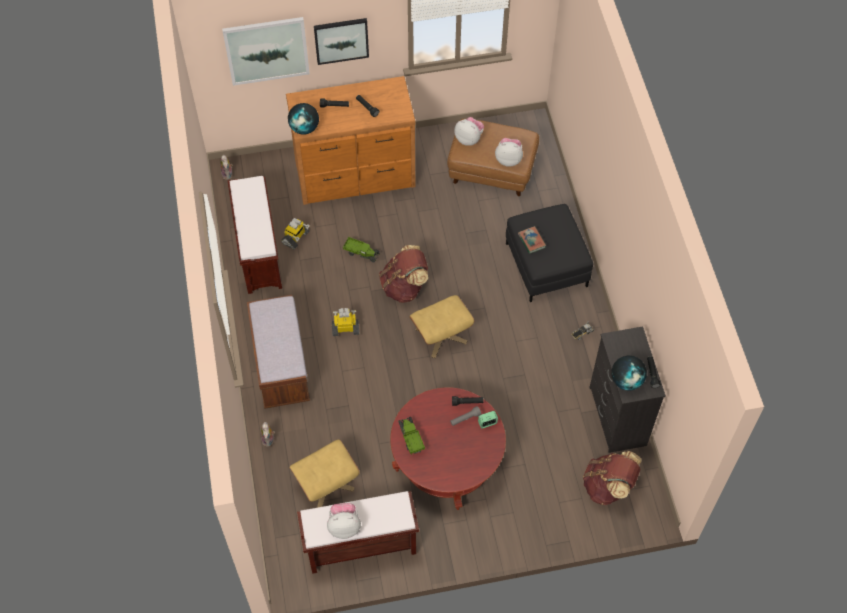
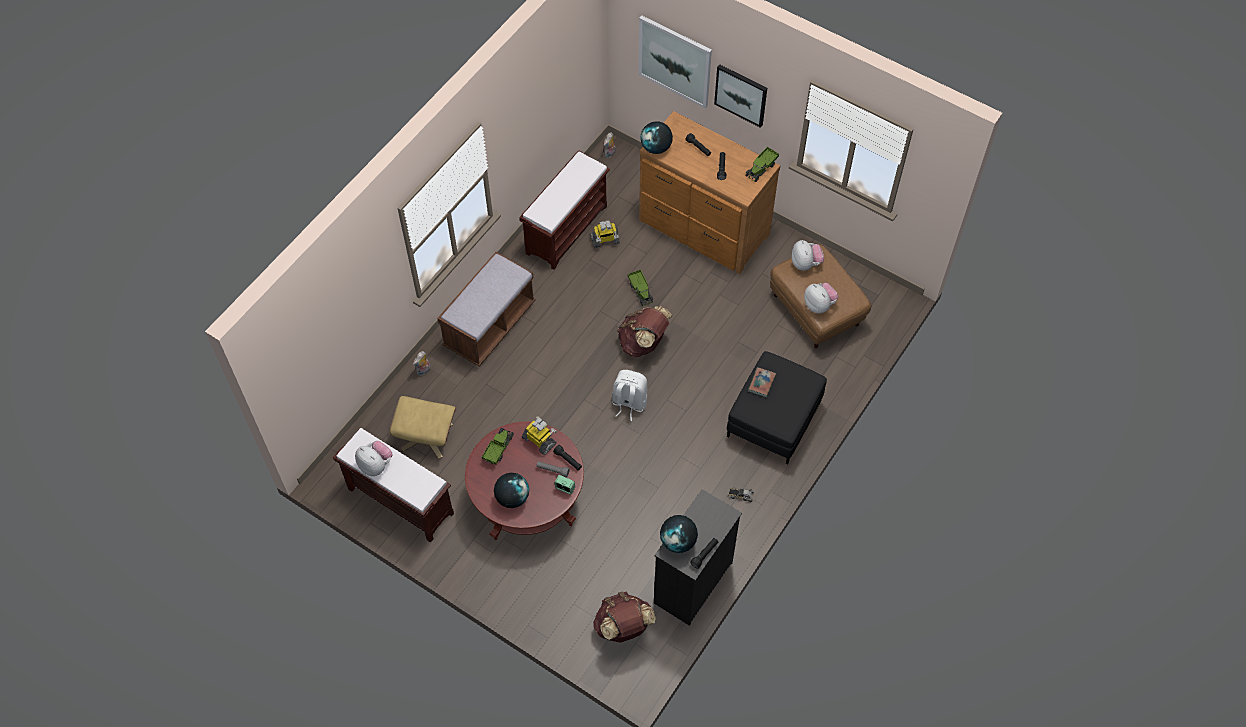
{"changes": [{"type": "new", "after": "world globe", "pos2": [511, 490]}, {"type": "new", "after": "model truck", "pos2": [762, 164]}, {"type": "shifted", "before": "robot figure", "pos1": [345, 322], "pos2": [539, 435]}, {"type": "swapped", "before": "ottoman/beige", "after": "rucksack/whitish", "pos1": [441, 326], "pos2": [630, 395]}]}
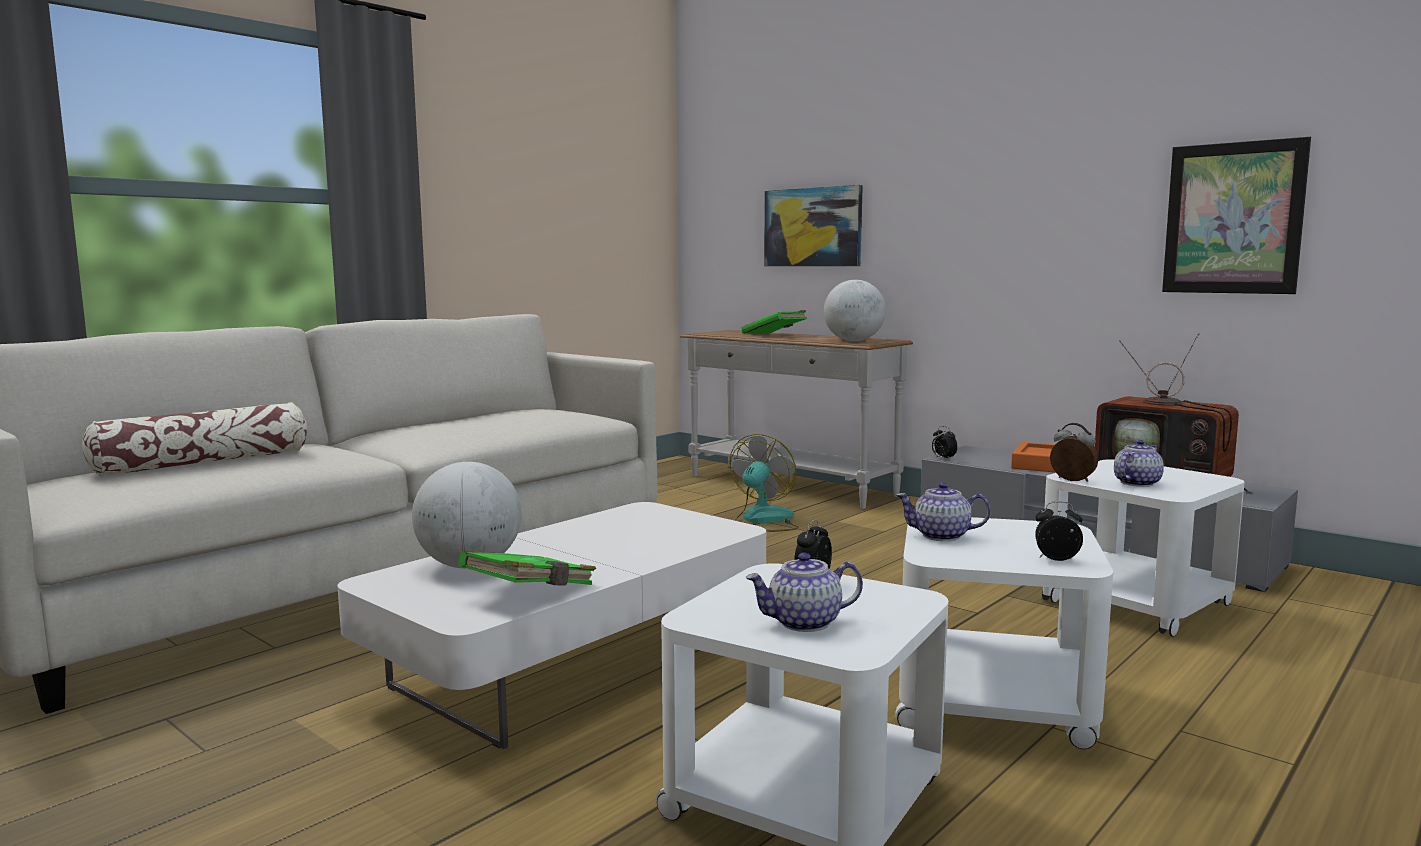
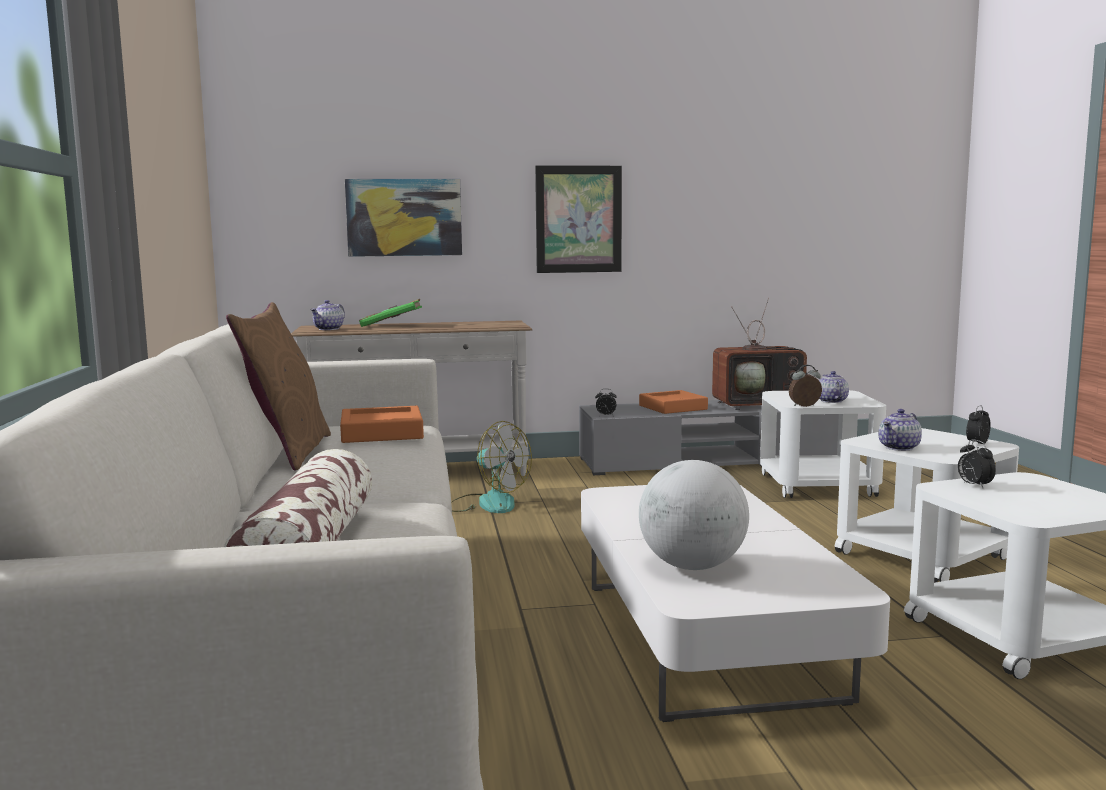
{"changes": [{"type": "gone", "before": "volume/greenish", "pos1": [527, 568]}, {"type": "gone", "before": "world globe", "pos1": [855, 310]}, {"type": "new", "after": "throw pillow/brown-coloured", "pos2": [278, 386]}, {"type": "new", "after": "tray/orange", "pos2": [382, 424]}, {"type": "shifted", "before": "teapot", "pos1": [804, 592], "pos2": [327, 315]}, {"type": "shifted", "before": "wall picture", "pos1": [1236, 215], "pos2": [578, 219]}, {"type": "rotated", "before": "cooling fan", "pos1": [764, 483], "pos2": [491, 467], "turn": 150}]}
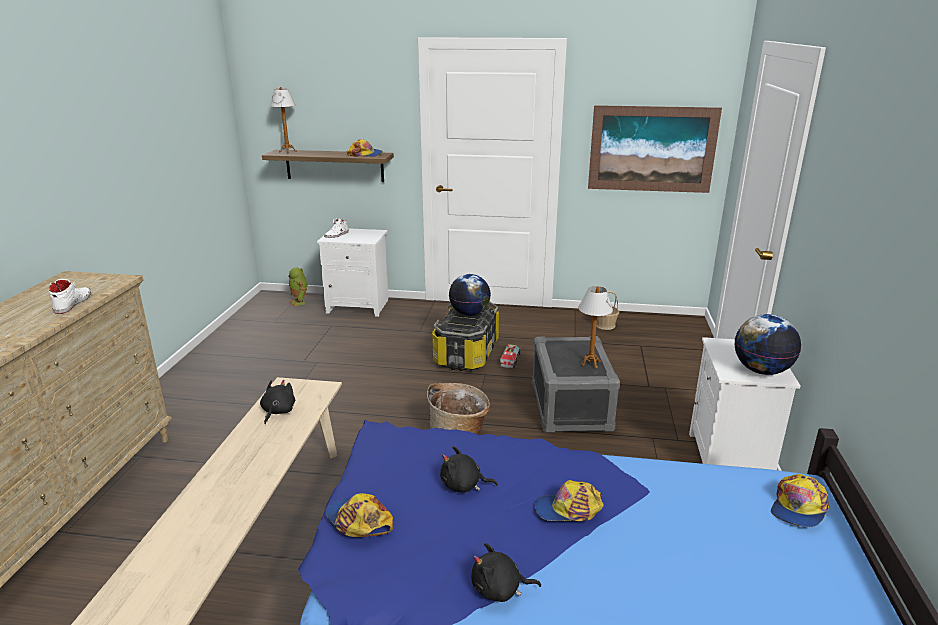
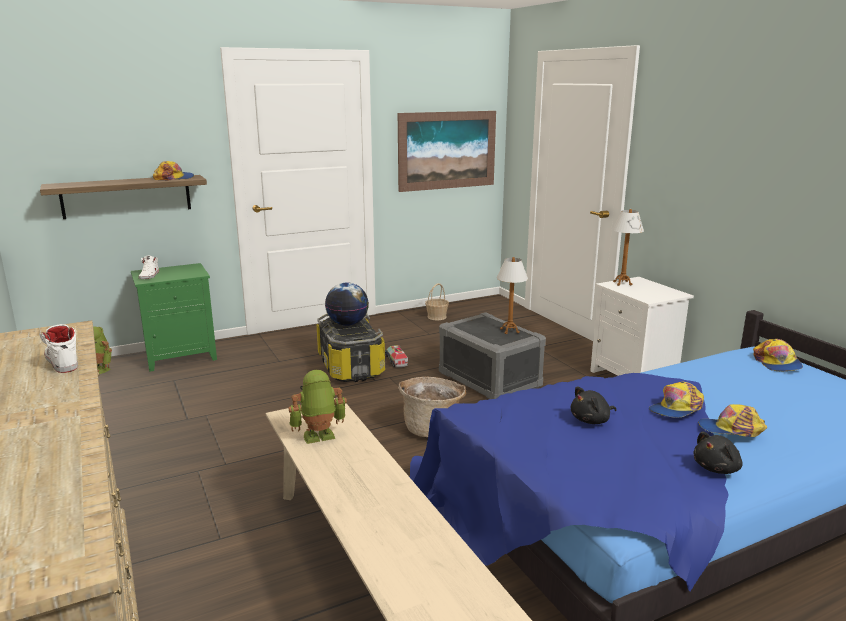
{"changes": [{"type": "gone", "before": "world globe", "pos1": [768, 344]}, {"type": "shifted", "before": "lamp for a table", "pos1": [283, 120], "pos2": [628, 247]}, {"type": "shifted", "before": "baseball cap", "pos1": [359, 515], "pos2": [732, 420]}, {"type": "swapped", "before": "plush toy/black-coloured", "after": "robot figure", "pos1": [277, 402], "pos2": [317, 407]}, {"type": "repainted", "before": "nightstand/whitish", "after": "nightstand/greenish", "pos1": [352, 272], "pos2": [174, 317]}]}
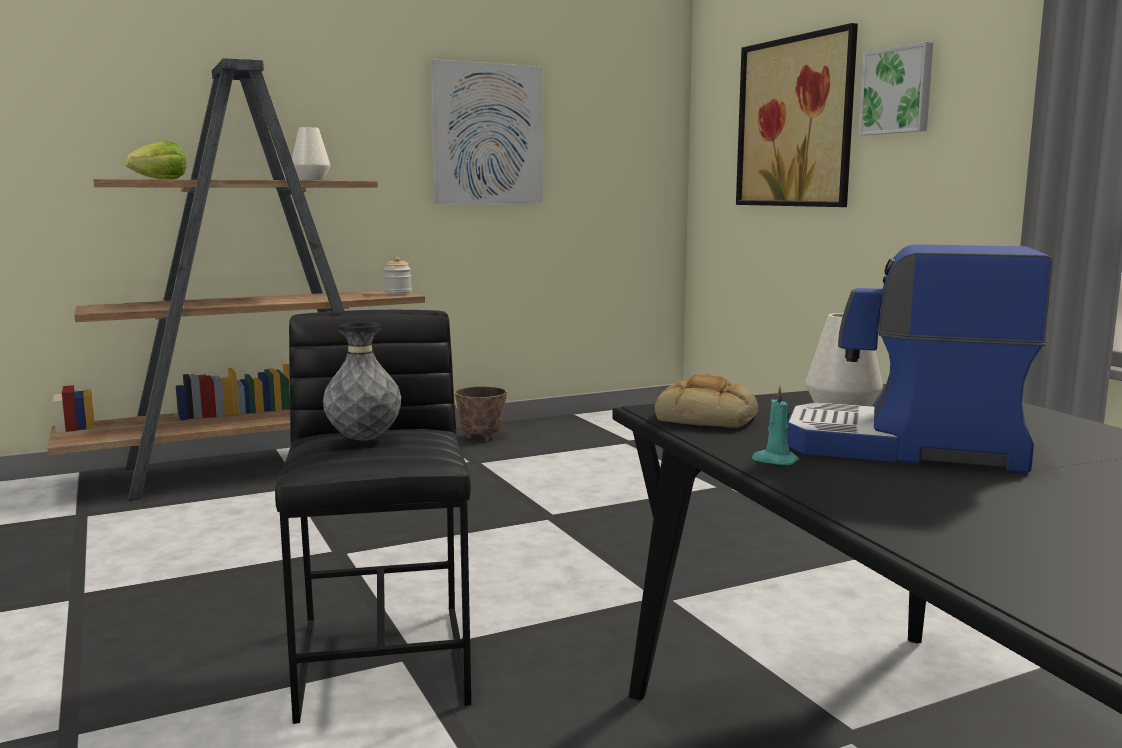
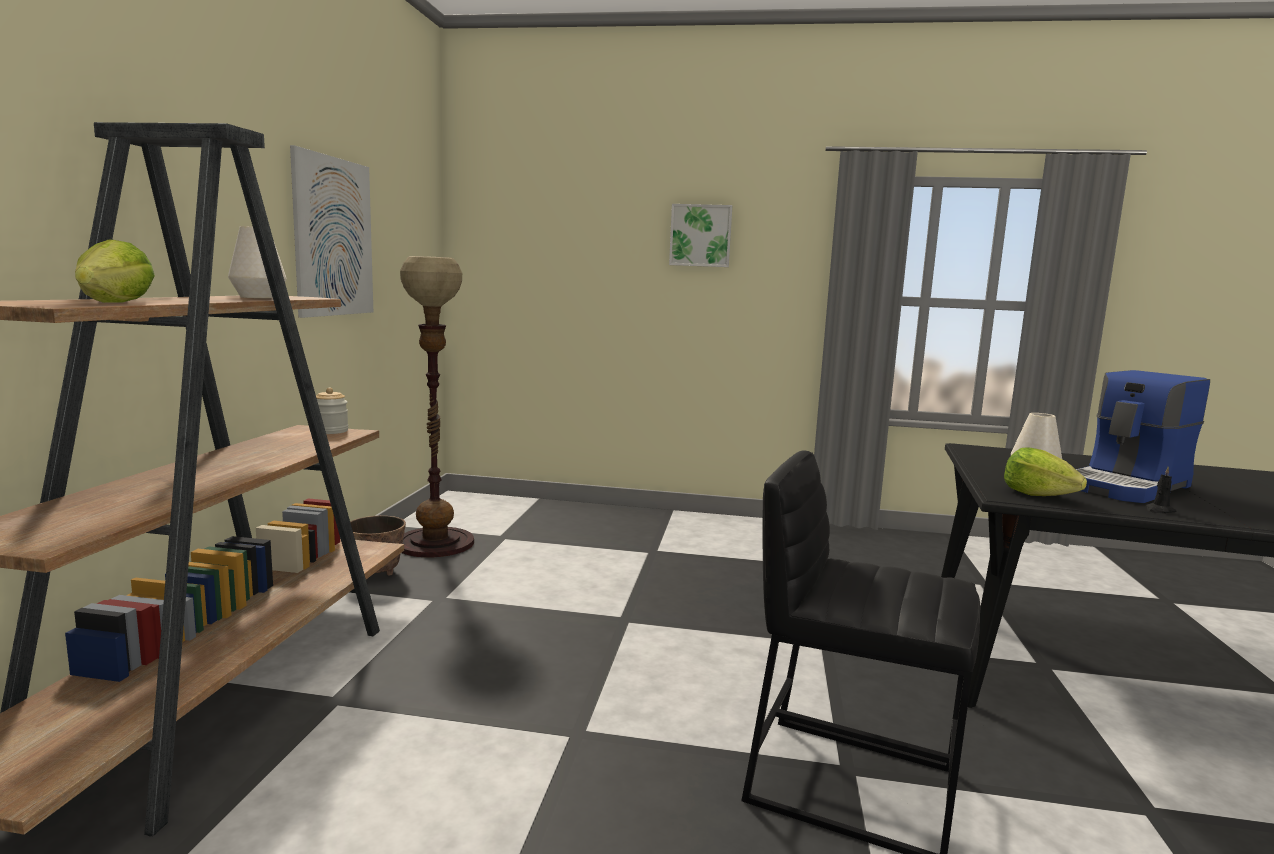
{"changes": [{"type": "gone", "before": "flower vase/gray", "pos1": [362, 381]}, {"type": "gone", "before": "wall picture", "pos1": [797, 115]}, {"type": "new", "after": "standard lamp", "pos2": [437, 406]}, {"type": "swapped", "before": "bread", "after": "lettuce head", "pos1": [706, 401], "pos2": [1045, 471]}, {"type": "repainted", "before": "candle/turquoise-coloured", "after": "candle/black-coloured", "pos1": [775, 425], "pos2": [1161, 489]}]}
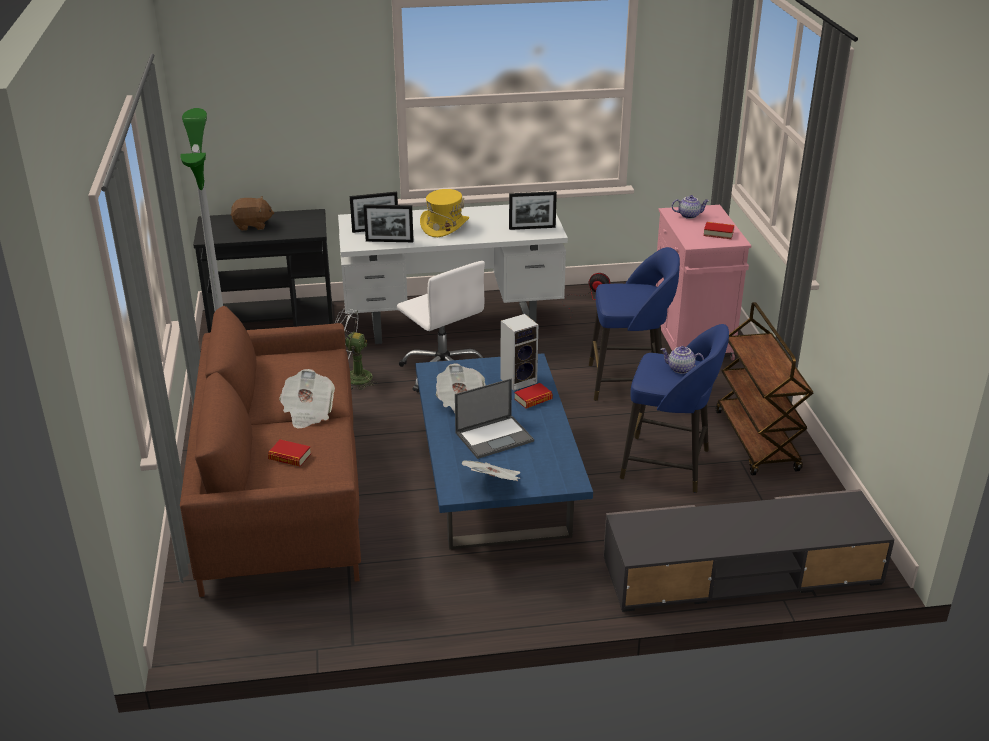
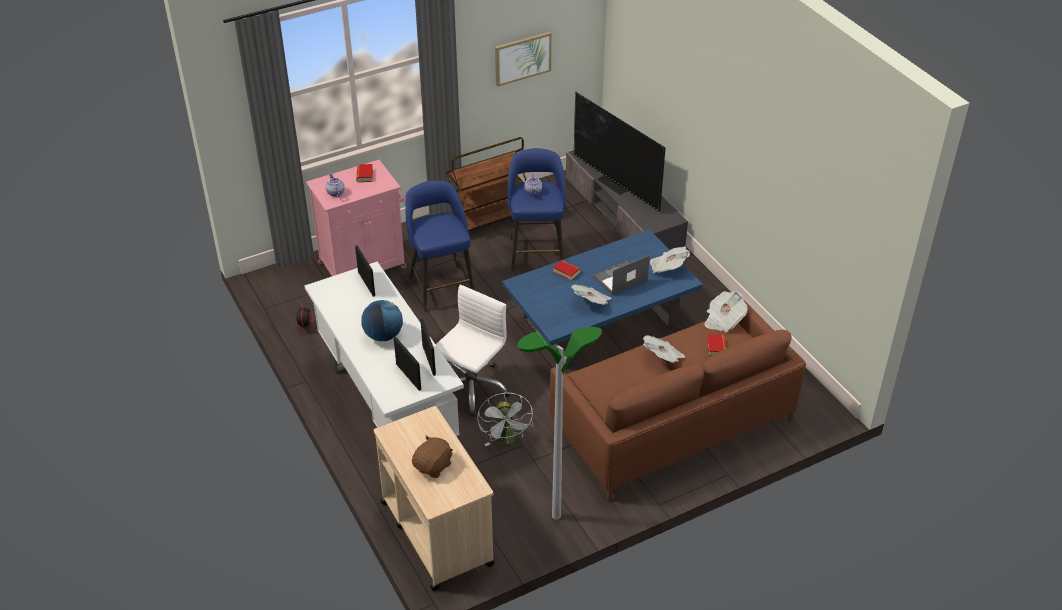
{"changes": [{"type": "gone", "before": "audio speaker", "pos1": [519, 352]}, {"type": "new", "after": "wall picture", "pos2": [523, 59]}, {"type": "new", "after": "TV set", "pos2": [619, 151]}, {"type": "new", "after": "newspaper", "pos2": [726, 312]}, {"type": "swapped", "before": "wearable hat/yellowish", "after": "world globe", "pos1": [444, 213], "pos2": [382, 320]}, {"type": "repainted", "before": "cart/black-coloured", "after": "cart/beige", "pos1": [263, 271], "pos2": [434, 498]}, {"type": "rotated", "before": "plush toy/brown-coloured", "pos1": [252, 213], "pos2": [432, 456], "turn": 60}, {"type": "rotated", "before": "notebook computer", "pos1": [494, 419], "pos2": [621, 275], "turn": -75}]}
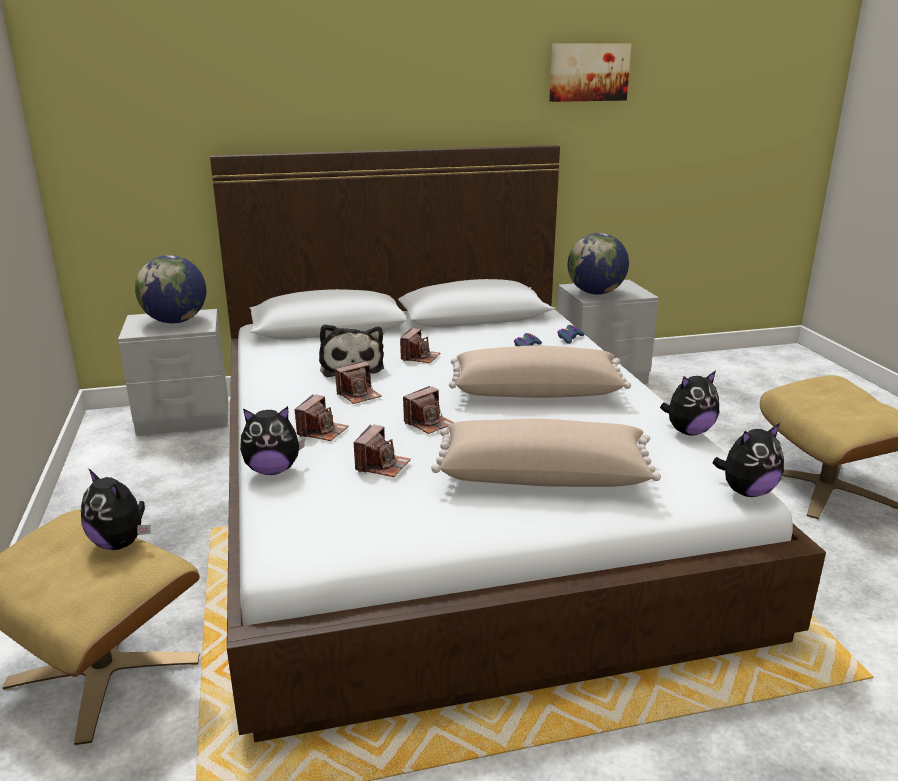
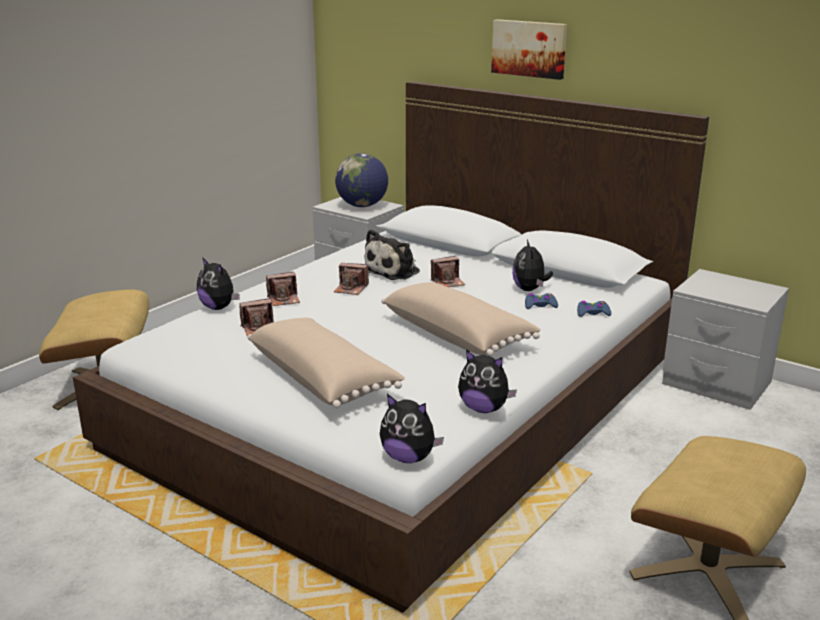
{"changes": [{"type": "gone", "before": "photo camera", "pos1": [429, 410]}, {"type": "gone", "before": "world globe", "pos1": [598, 264]}, {"type": "shifted", "before": "plush toy", "pos1": [116, 509], "pos2": [532, 265]}, {"type": "shifted", "before": "wall picture", "pos1": [590, 73], "pos2": [529, 49]}]}
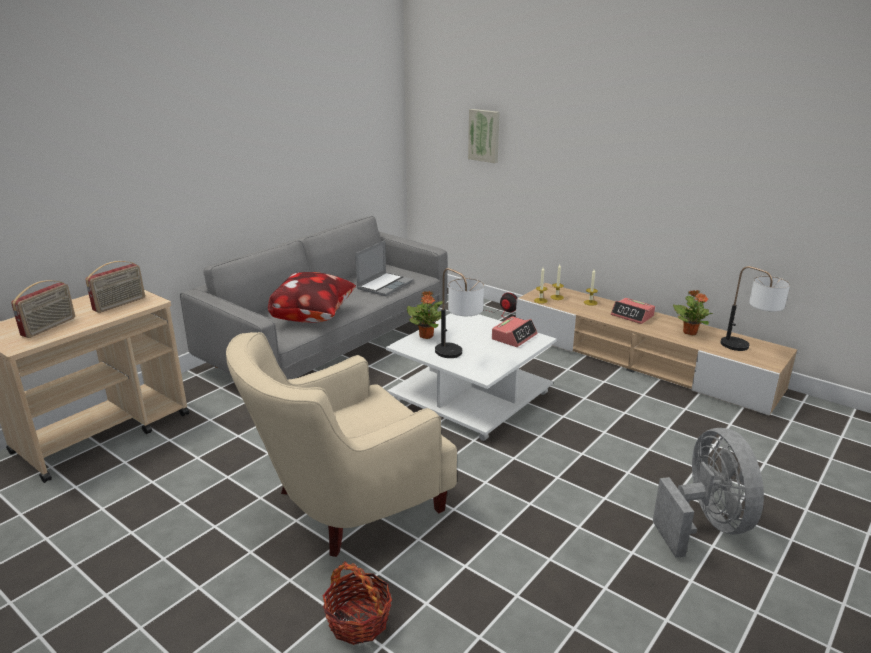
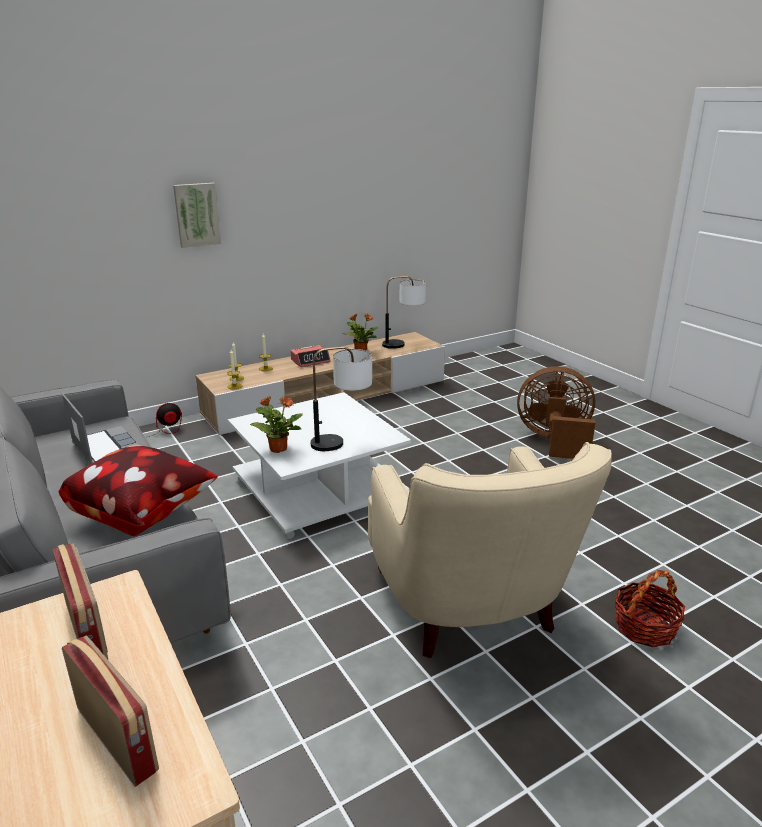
{"changes": [{"type": "gone", "before": "bedside clock", "pos1": [514, 331]}, {"type": "shifted", "before": "wall picture", "pos1": [484, 136], "pos2": [197, 215]}, {"type": "repainted", "before": "cooling fan/gray", "after": "cooling fan/brown-coloured", "pos1": [708, 493], "pos2": [556, 412]}]}
